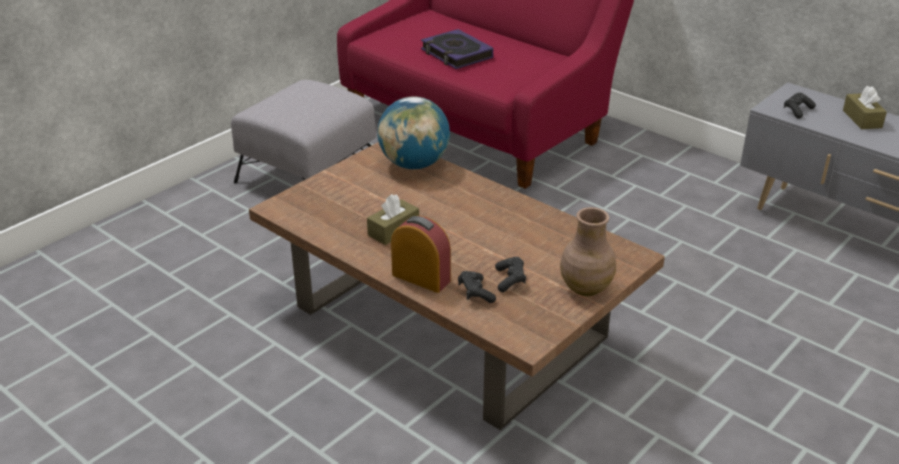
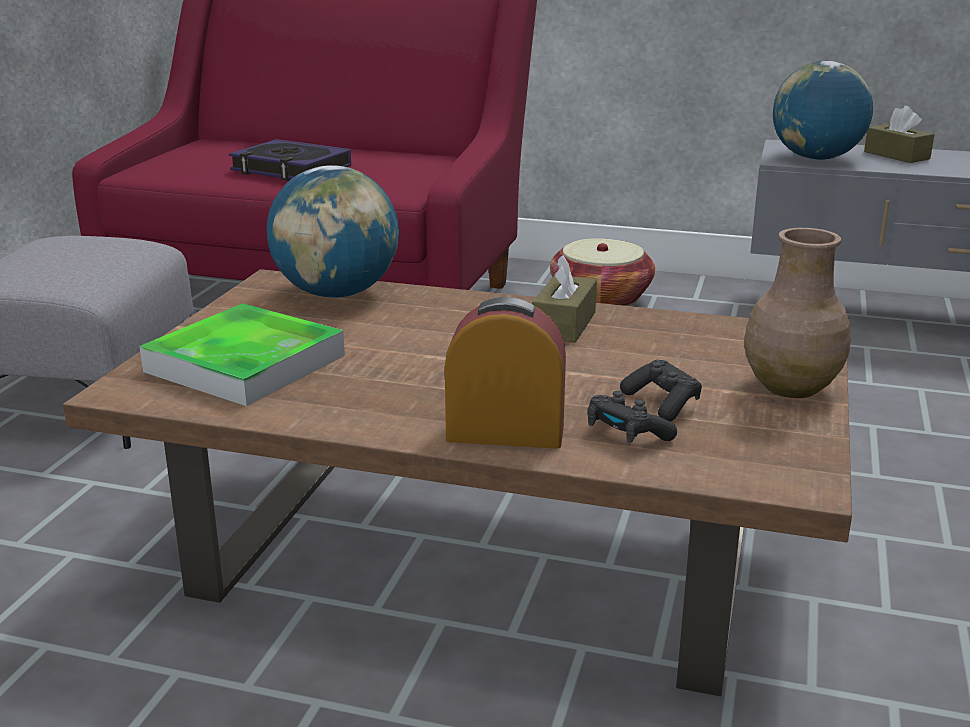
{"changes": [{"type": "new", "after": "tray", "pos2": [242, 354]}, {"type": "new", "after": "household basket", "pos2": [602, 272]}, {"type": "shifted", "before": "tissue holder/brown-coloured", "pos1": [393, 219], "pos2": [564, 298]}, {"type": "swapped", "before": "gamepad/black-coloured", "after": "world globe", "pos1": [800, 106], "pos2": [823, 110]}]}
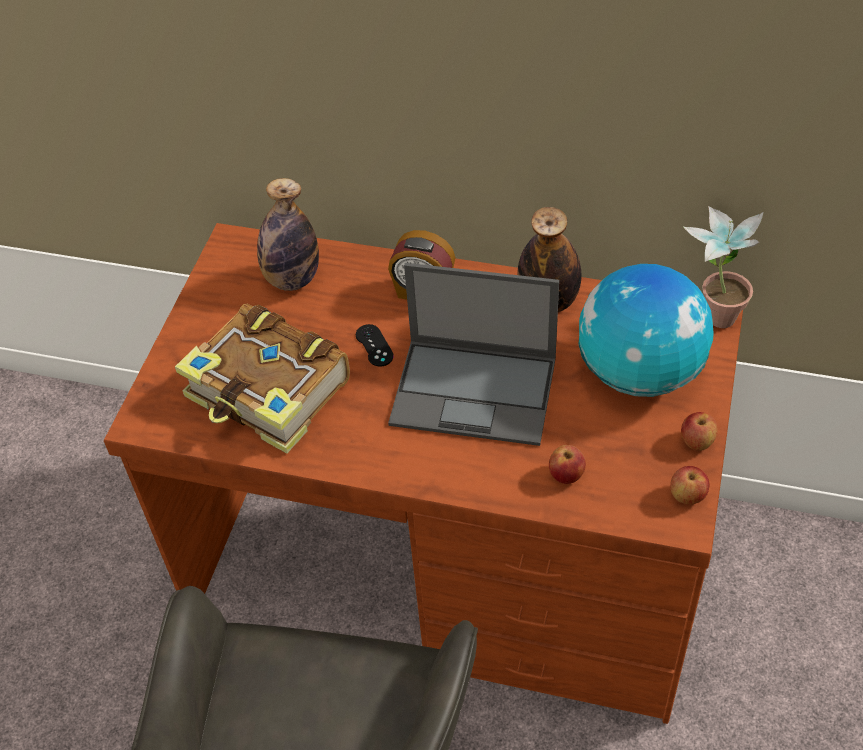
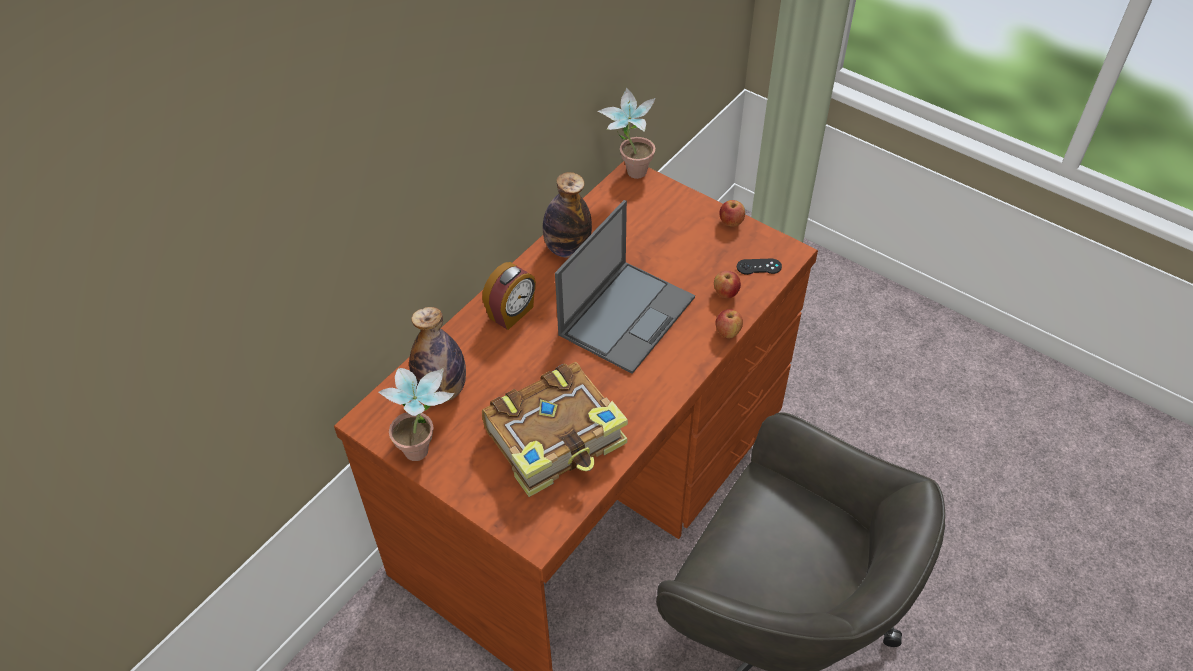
{"changes": [{"type": "gone", "before": "world globe", "pos1": [646, 330]}, {"type": "new", "after": "houseplant", "pos2": [416, 414]}, {"type": "shifted", "before": "gamepad/black-coloured", "pos1": [375, 345], "pos2": [759, 267]}, {"type": "shifted", "before": "apple", "pos1": [690, 485], "pos2": [729, 323]}]}
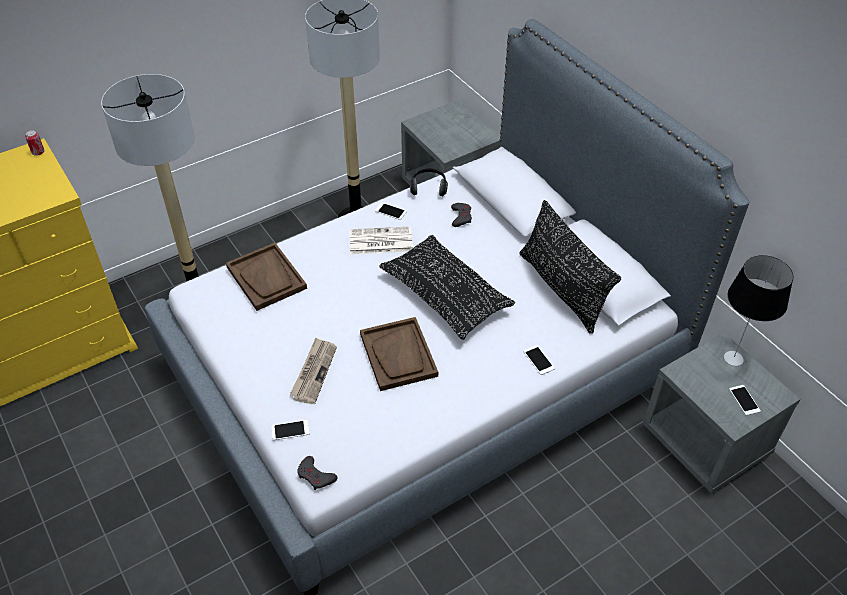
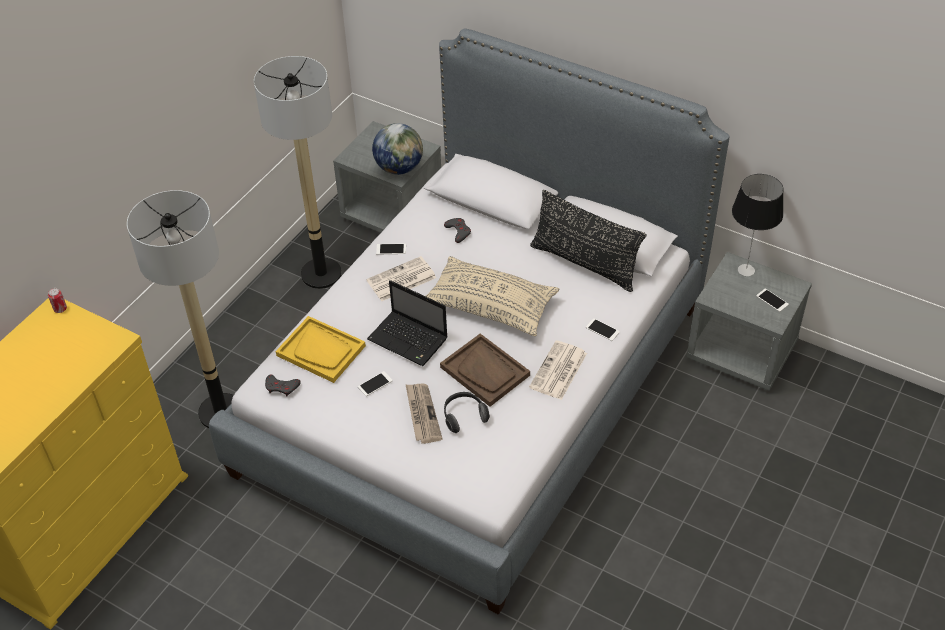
{"changes": [{"type": "new", "after": "notebook computer", "pos2": [407, 323]}, {"type": "new", "after": "world globe", "pos2": [397, 149]}, {"type": "new", "after": "newspaper", "pos2": [558, 370]}, {"type": "shifted", "before": "phone", "pos1": [290, 430], "pos2": [375, 383]}, {"type": "shifted", "before": "gamepad/gray", "pos1": [317, 473], "pos2": [283, 386]}, {"type": "shifted", "before": "pair of headphones", "pos1": [429, 181], "pos2": [467, 412]}, {"type": "repainted", "before": "tray/brown-coloured", "after": "tray/yellowish", "pos1": [266, 277], "pos2": [321, 349]}, {"type": "repainted", "before": "throw pillow/black-coloured", "after": "throw pillow/beige", "pos1": [447, 287], "pos2": [492, 296]}]}
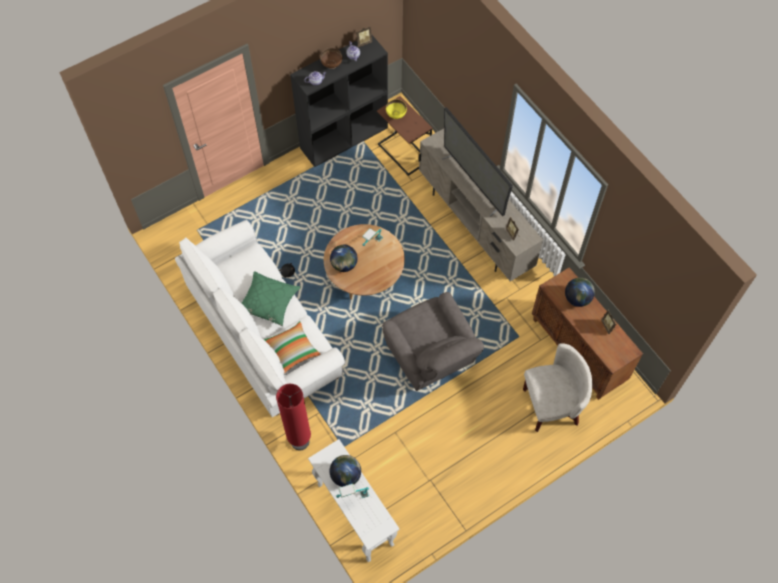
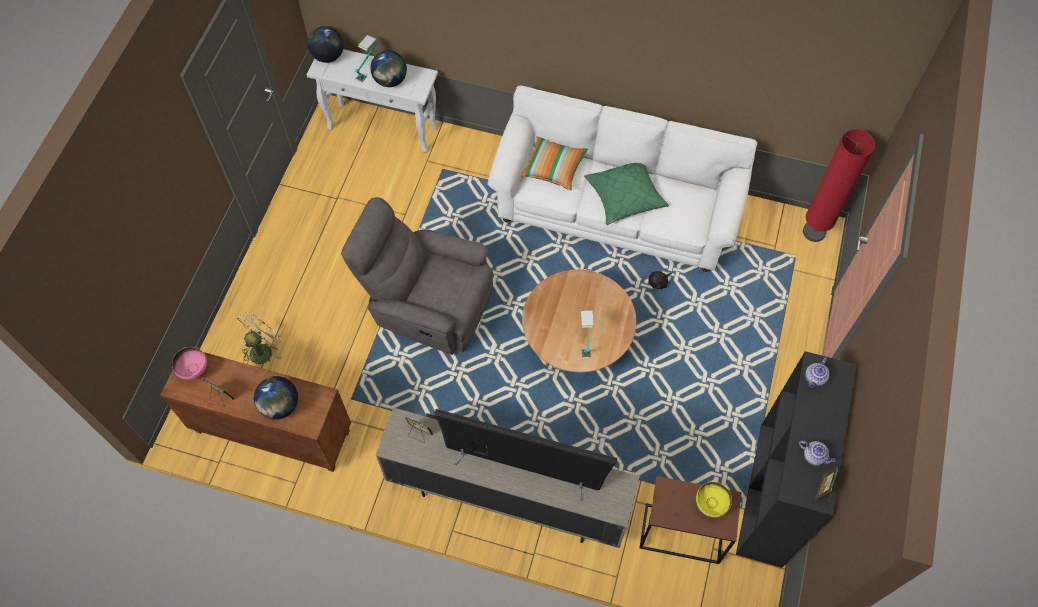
{"changes": [{"type": "gone", "before": "bowl/brown-coloured", "pos1": [331, 58]}, {"type": "new", "after": "bowl/pinkish", "pos2": [189, 363]}, {"type": "shifted", "before": "standard lamp/red", "pos1": [293, 417], "pos2": [839, 185]}, {"type": "shifted", "before": "world globe", "pos1": [344, 258], "pos2": [325, 44]}, {"type": "swapped", "before": "easy chair/whitish", "after": "cooling fan/greenish", "pos1": [557, 387], "pos2": [260, 337]}]}
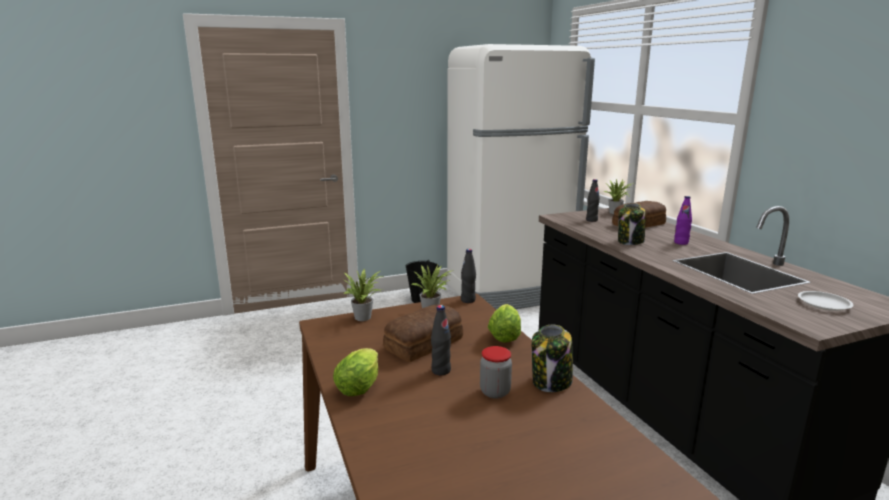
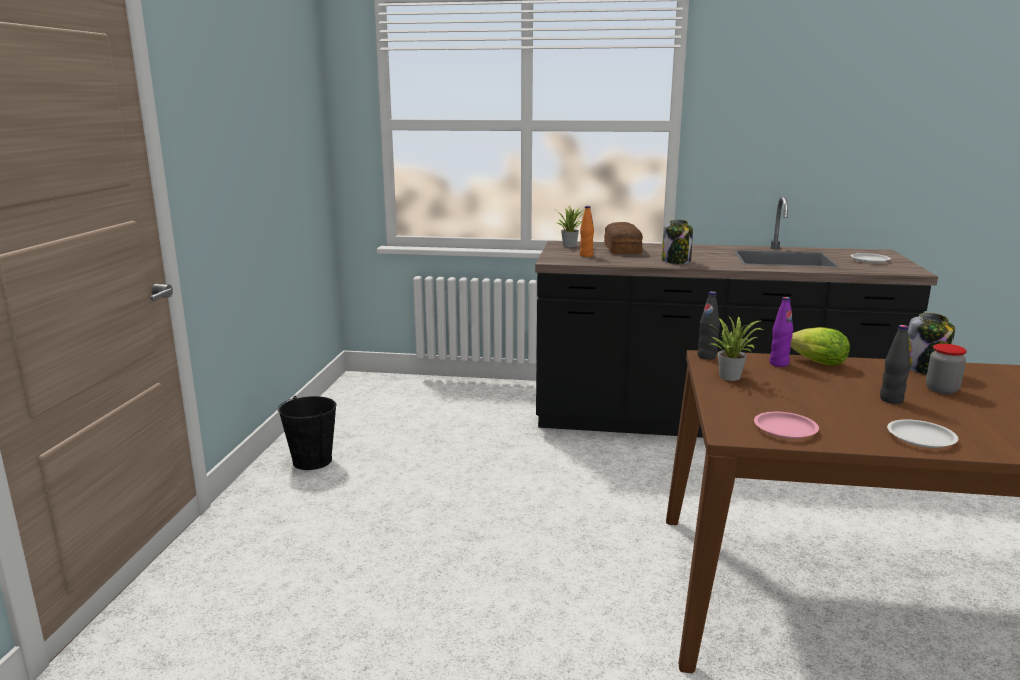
{"changes": [{"type": "gone", "before": "houseplant", "pos1": [363, 295]}, {"type": "gone", "before": "bread", "pos1": [423, 333]}, {"type": "gone", "before": "fridge/whitish", "pos1": [521, 177]}, {"type": "new", "after": "flat dish/pinkish", "pos2": [786, 425]}, {"type": "shifted", "before": "beverage bottle/purple-coloured", "pos1": [683, 220], "pos2": [781, 332]}, {"type": "swapped", "before": "lettuce head", "after": "flat dish/whitish", "pos1": [355, 372], "pos2": [922, 433]}, {"type": "repainted", "before": "beverage bottle/black-coloured", "after": "beverage bottle/orange", "pos1": [593, 200], "pos2": [587, 231]}]}
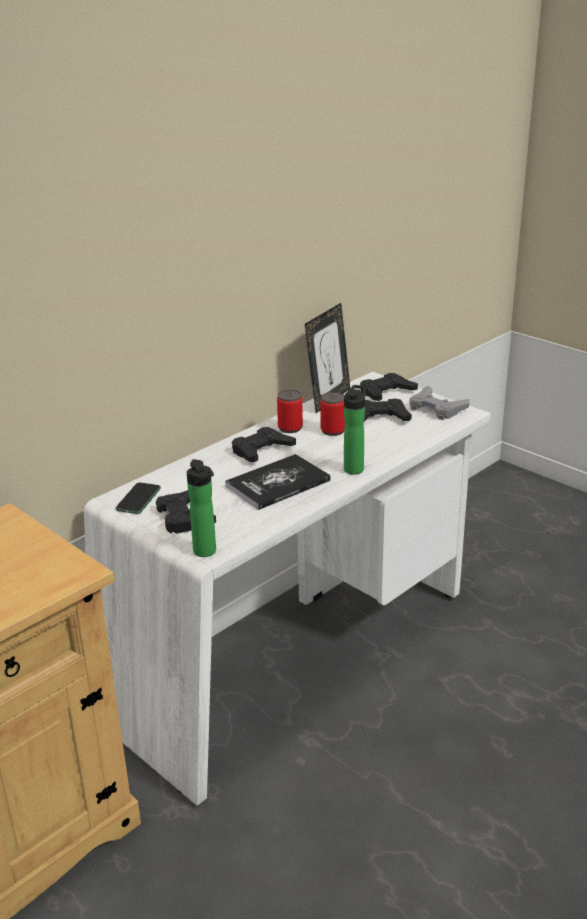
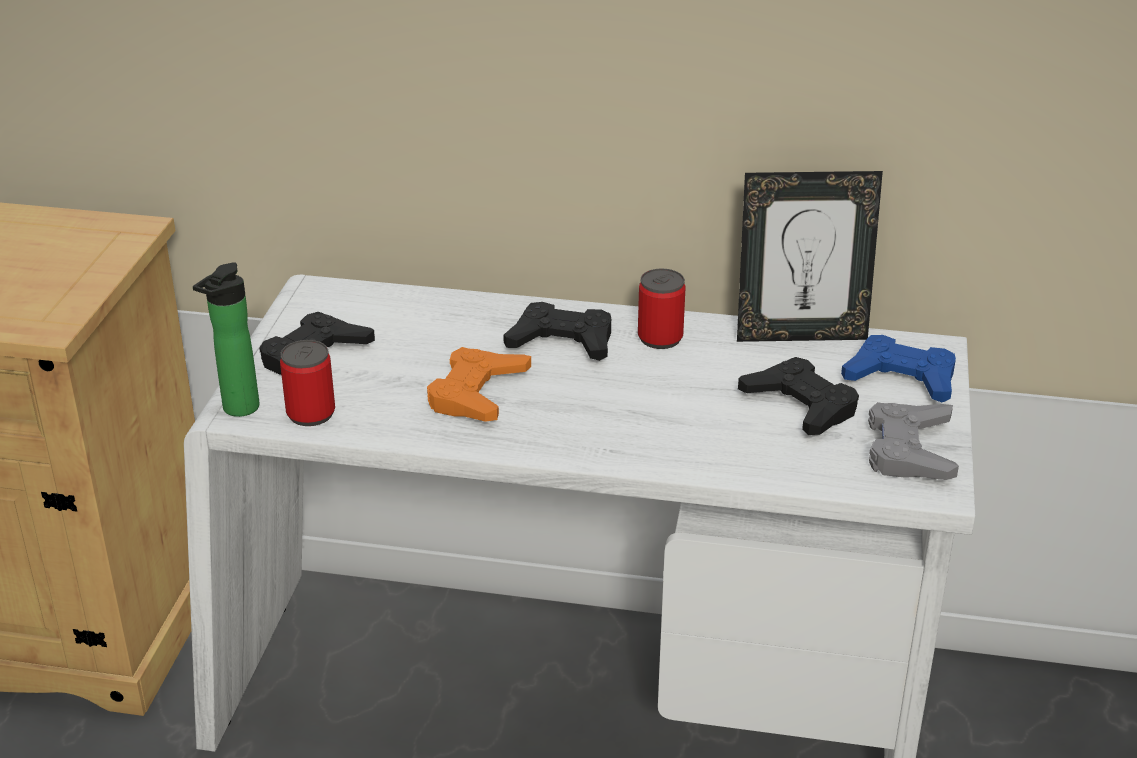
{"changes": [{"type": "gone", "before": "phone", "pos1": [138, 498]}, {"type": "gone", "before": "beverage bottle", "pos1": [355, 430]}, {"type": "shifted", "before": "can", "pos1": [332, 414], "pos2": [307, 383]}, {"type": "swapped", "before": "volume", "after": "gamepad/orange", "pos1": [278, 482], "pos2": [479, 384]}, {"type": "repainted", "before": "gamepad/black-coloured", "after": "gamepad/blue", "pos1": [389, 387], "pos2": [898, 368]}]}
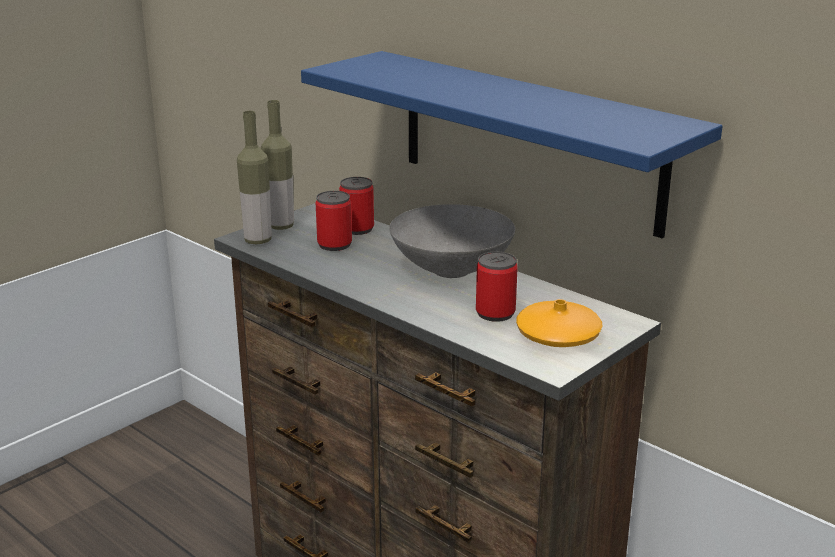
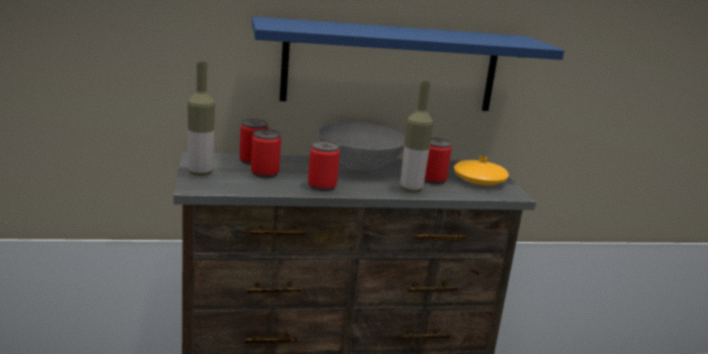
{"changes": [{"type": "new", "after": "can", "pos2": [324, 166]}, {"type": "shifted", "before": "beverage bottle", "pos1": [254, 177], "pos2": [416, 137]}]}
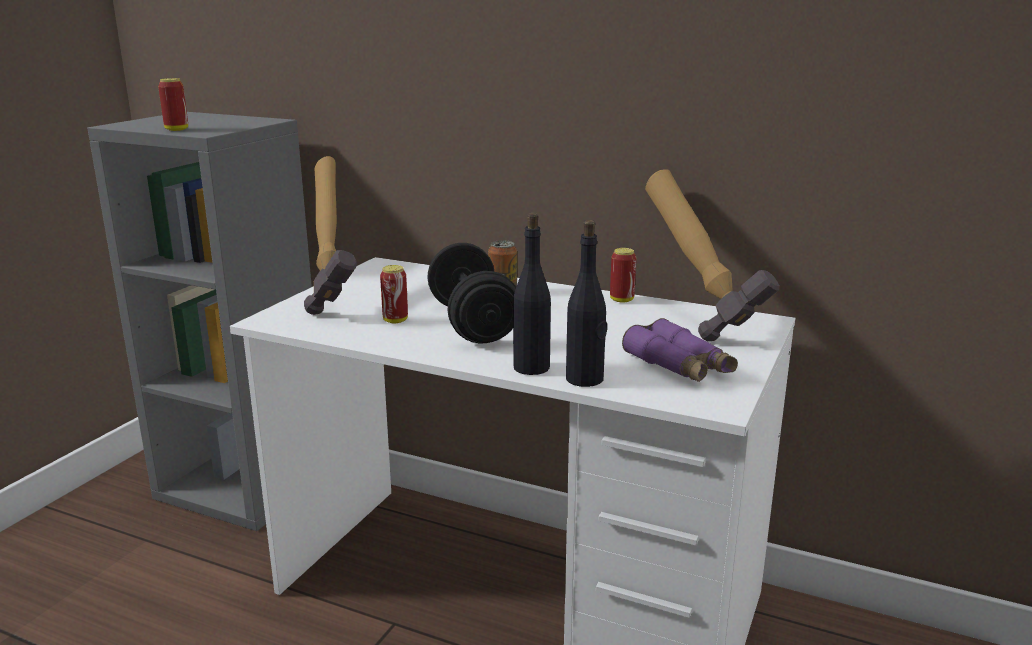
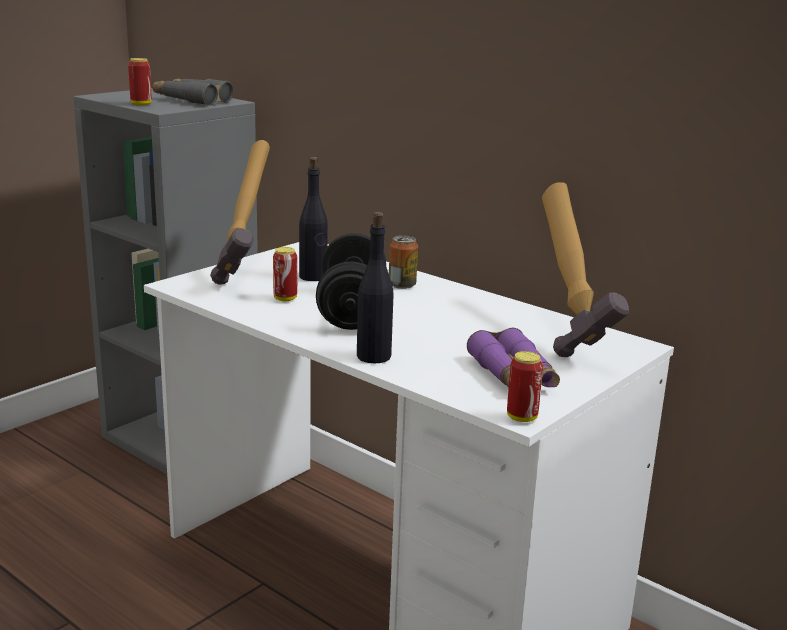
{"changes": [{"type": "new", "after": "field glasses/gray", "pos2": [192, 92]}, {"type": "shifted", "before": "beverage bottle/black-coloured", "pos1": [586, 303], "pos2": [313, 219]}, {"type": "shifted", "before": "can", "pos1": [623, 275], "pos2": [525, 386]}]}
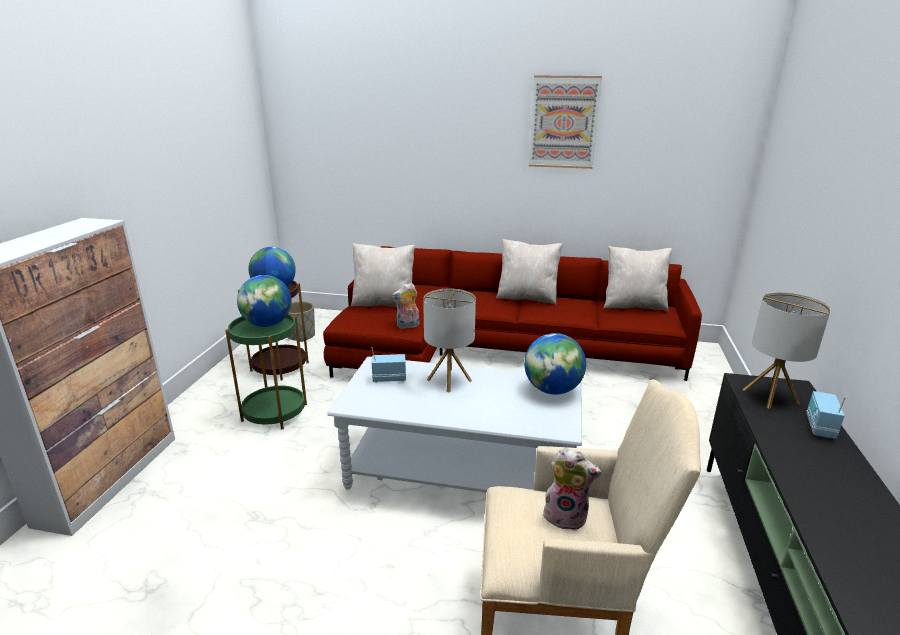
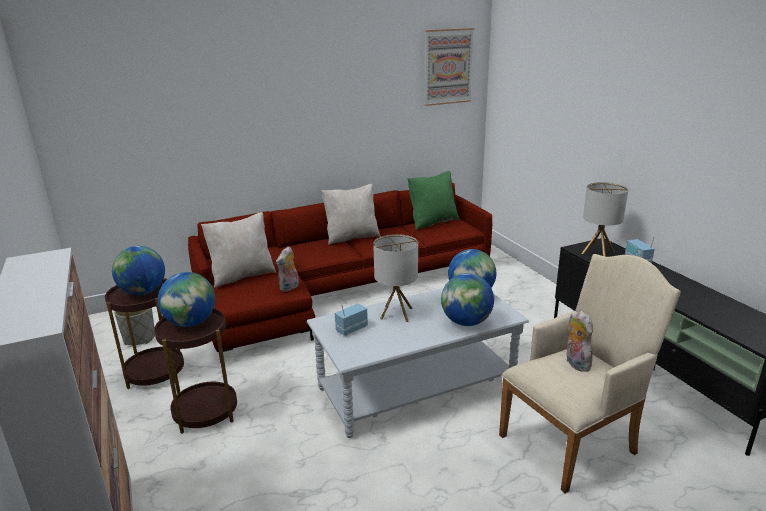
{"changes": [{"type": "new", "after": "world globe", "pos2": [467, 299]}, {"type": "shifted", "before": "wall picture", "pos1": [565, 122], "pos2": [449, 67]}, {"type": "repainted", "before": "accent table/greenish", "after": "accent table/brown-coloured", "pos1": [266, 372], "pos2": [195, 370]}, {"type": "repainted", "before": "throw pillow/beige", "after": "throw pillow/greenish", "pos1": [637, 279], "pos2": [433, 200]}, {"type": "rotated", "before": "plush toy", "pos1": [572, 489], "pos2": [580, 341], "turn": -90}]}
